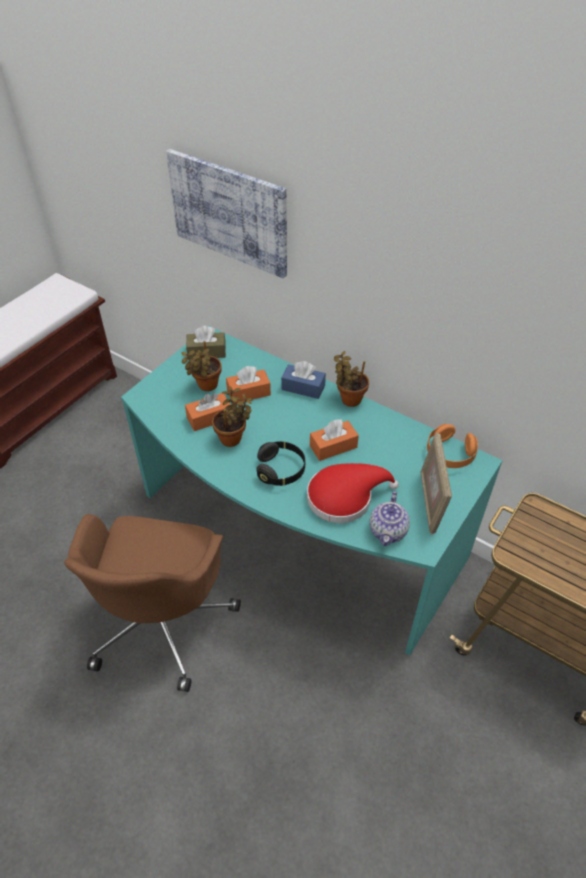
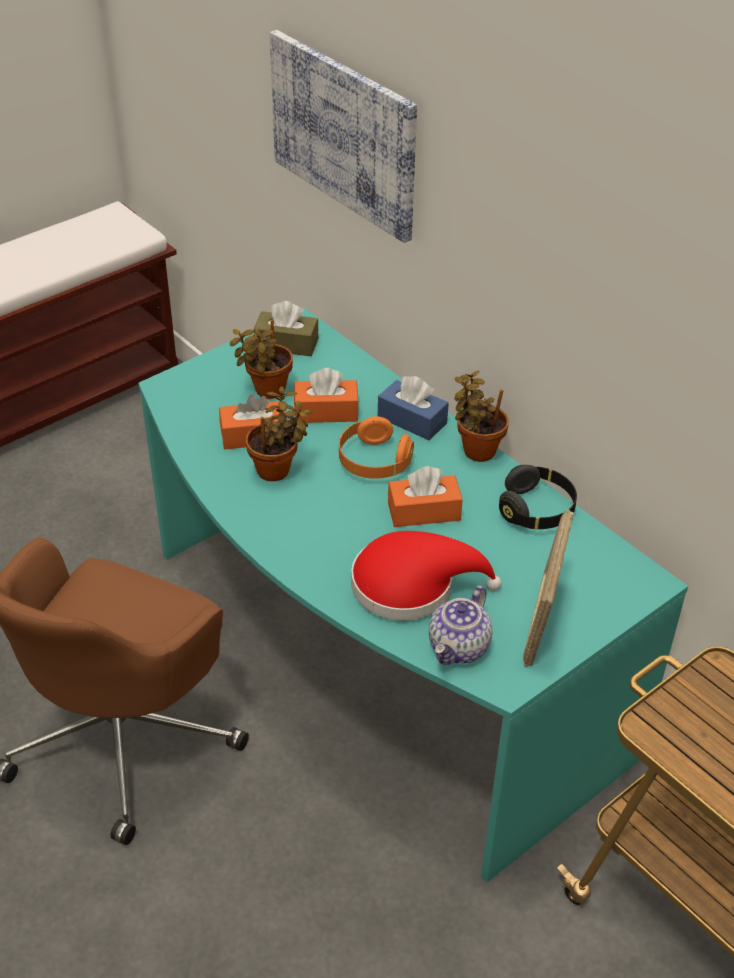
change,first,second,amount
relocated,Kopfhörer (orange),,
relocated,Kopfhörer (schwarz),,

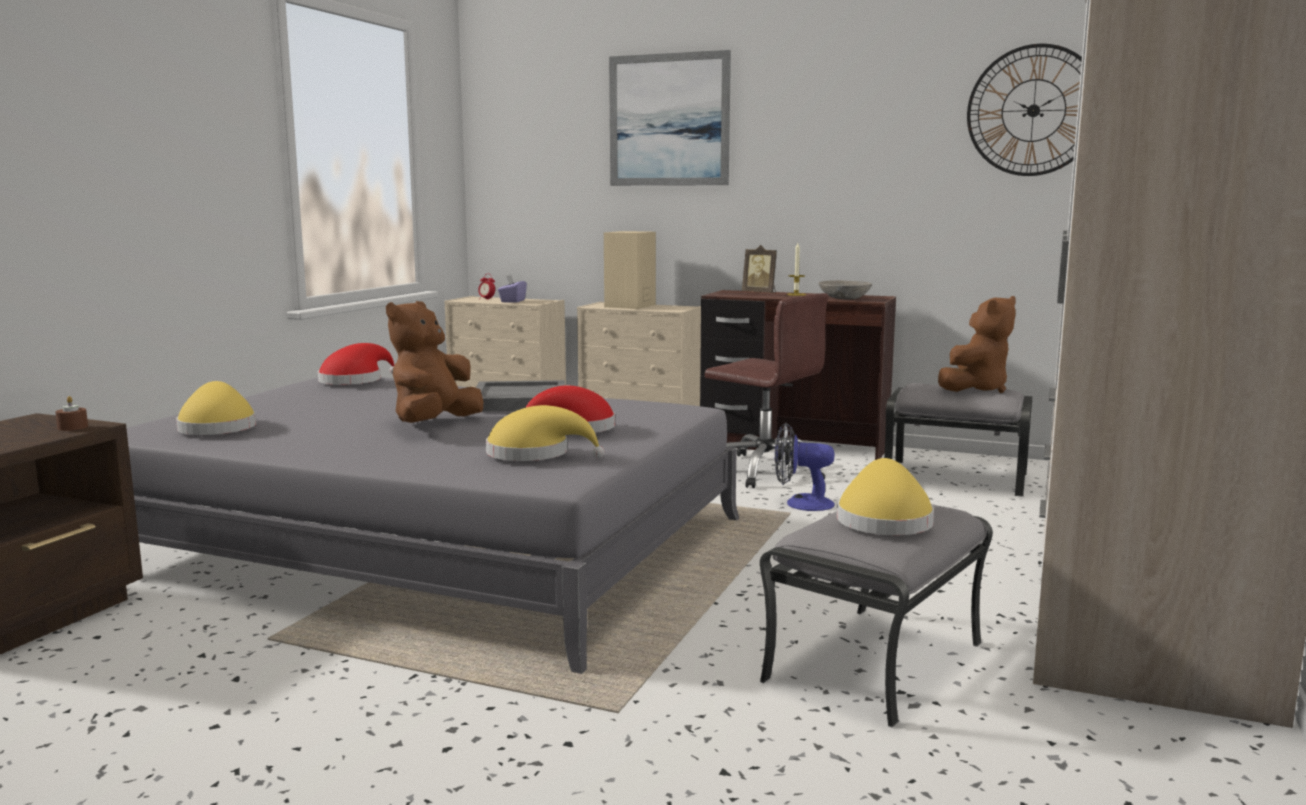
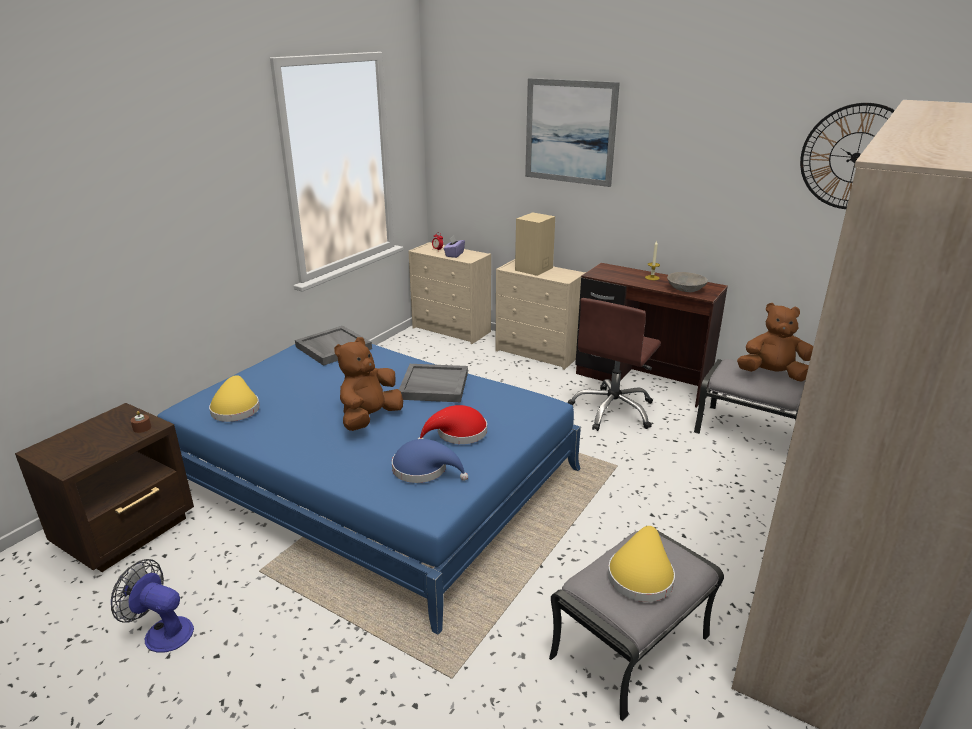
change,first,second,amount
missing,Bilderrahmen,,
spun,Bürostuhl (braun),,75 degrees clockwise
spun,Plüschtier (braun) (no. 2 from left),,135 degrees counterclockwise
exchanged,Hut (rot) (no. 1 from left),Tablett (grau) (no. 1 from left),
colour,Bett (grau),Bett (blau),
colour,Hut (gelb) (no. 2 from left),Hut (blau),
relocated,Ventilator,,

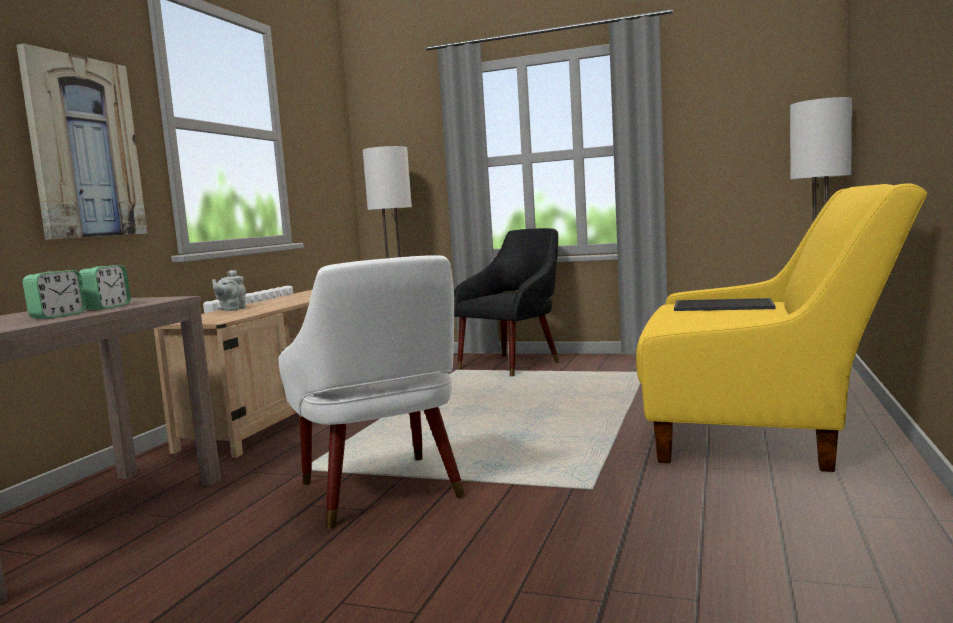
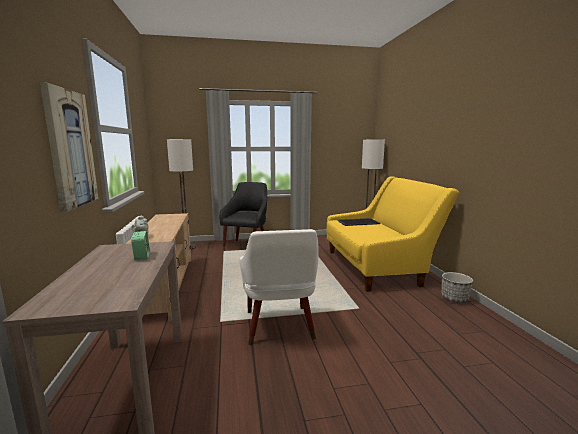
change,first,second,amount
spun,Sessel (weiß),,45 degrees clockwise
missing,Wecker (no. 1 from left),,
appeared,,Pflanzkübel,

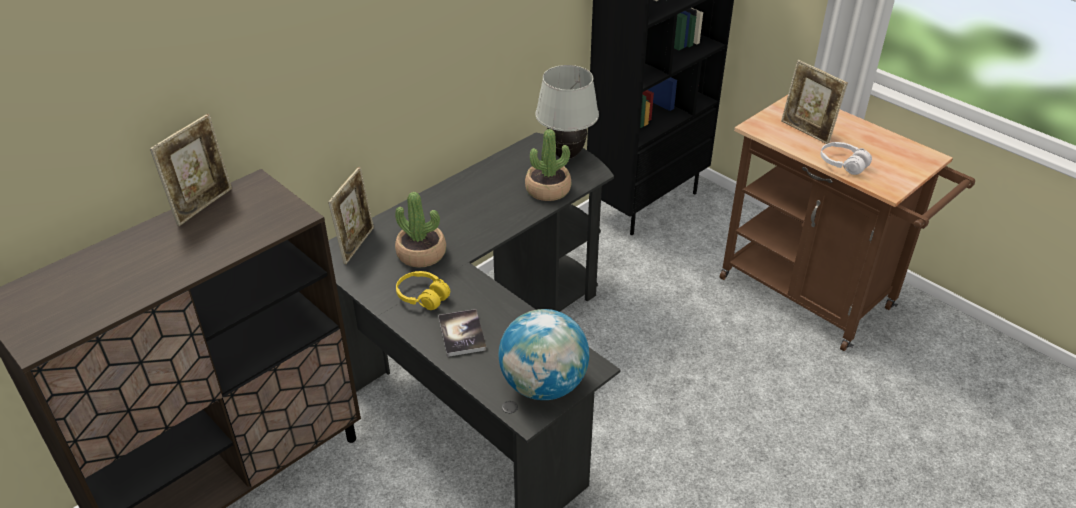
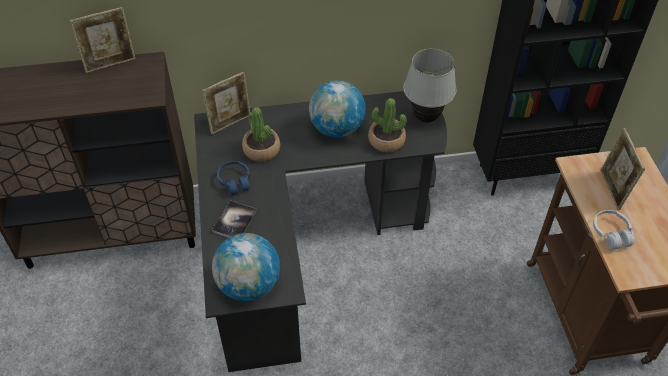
change,first,second,amount
colour,Kopfhörer (gelb),Kopfhörer (blau),
appeared,,Globus (no. 2 from left),

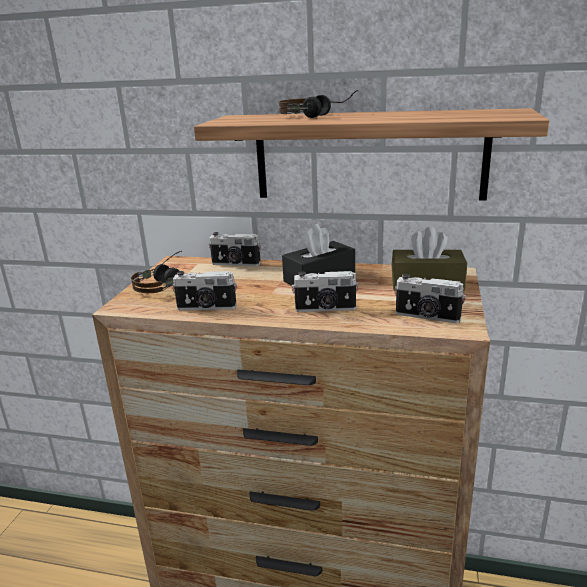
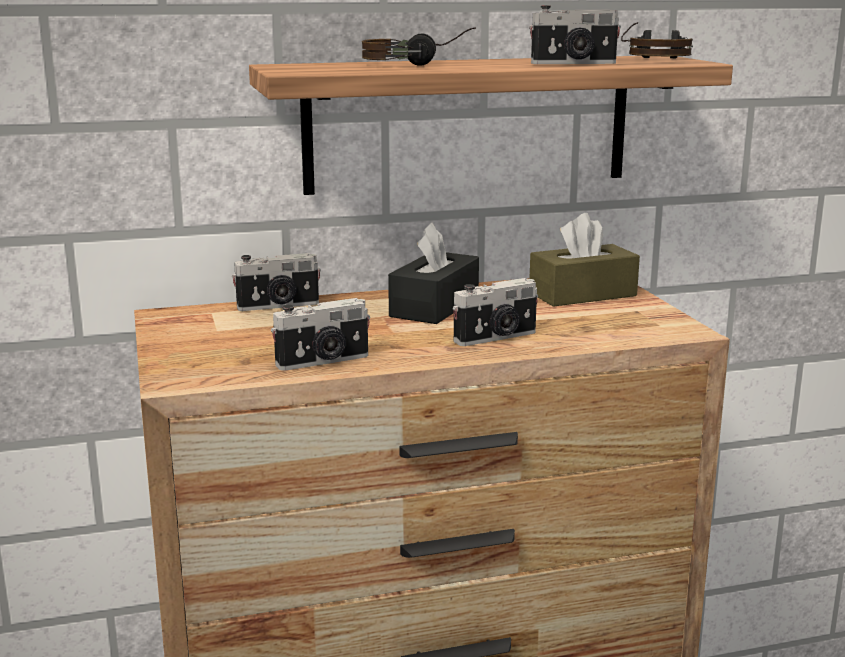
change,first,second,amount
relocated,Kopfhörer (no. 1 from left in the first image),Kopfhörer (no. 2 from left),
relocated,Kamera (no. 4 from left),,

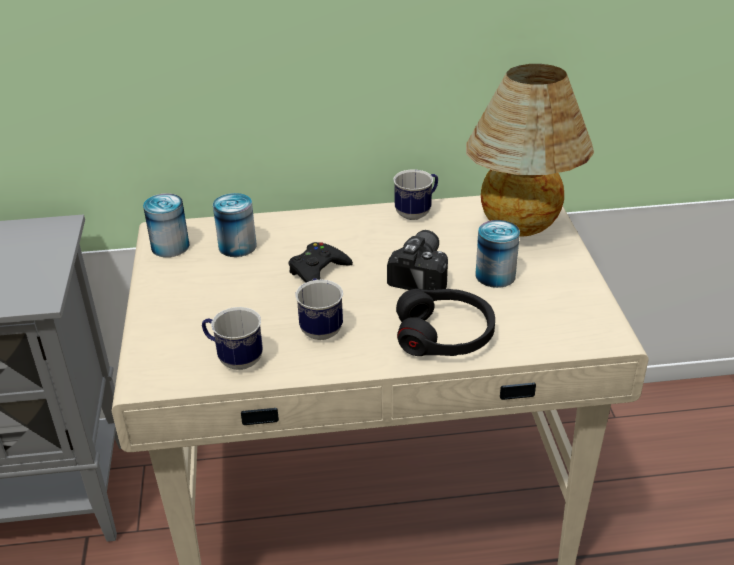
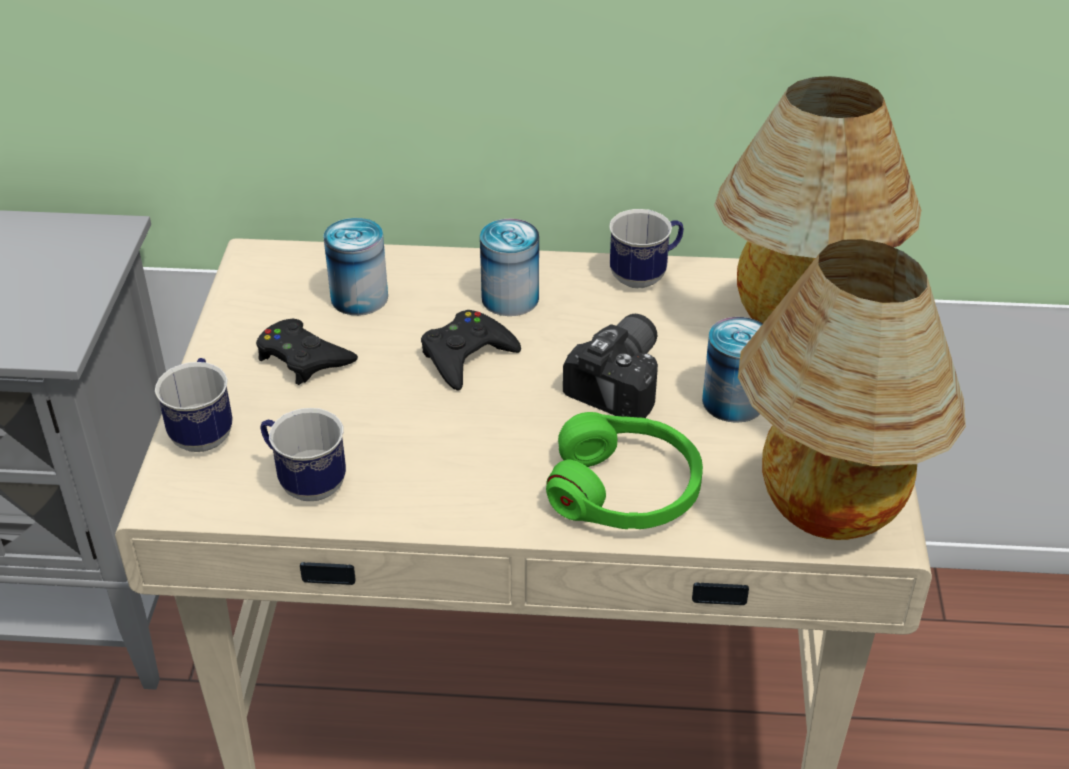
change,first,second,amount
relocated,Dose (no. 1 from left in the first image),Dose (no. 2 from left),
relocated,Henkelbecher (no. 2 from left in the first image),Henkelbecher (no. 1 from left),
colour,Kopfhörer (schwarz),Kopfhörer (grün),
appeared,,Tischlampe (no. 2 from left),
appeared,,Gamepad (schwarz) (no. 1 from left),

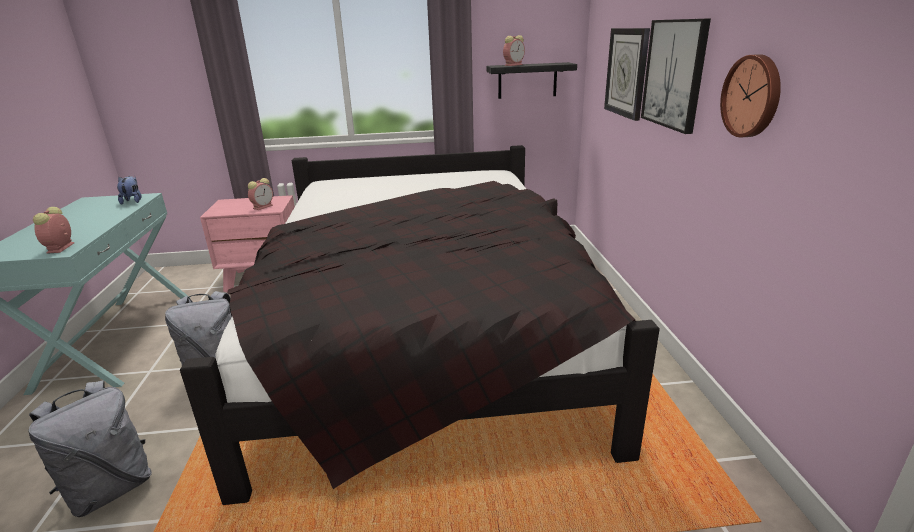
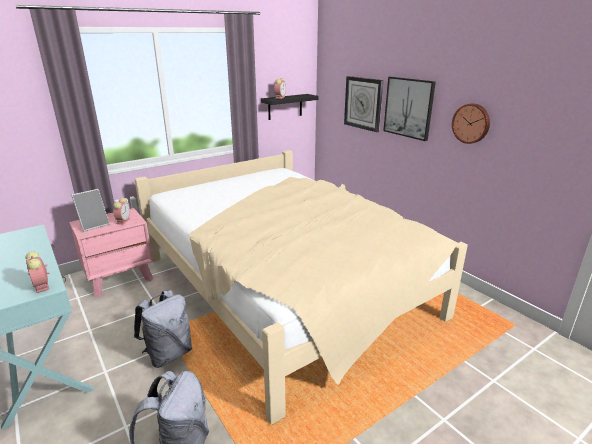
change,first,second,amount
colour,Bett (schwarz),Bett (beige),
missing,Plüschtier,,
appeared,,Bilderrahmen,

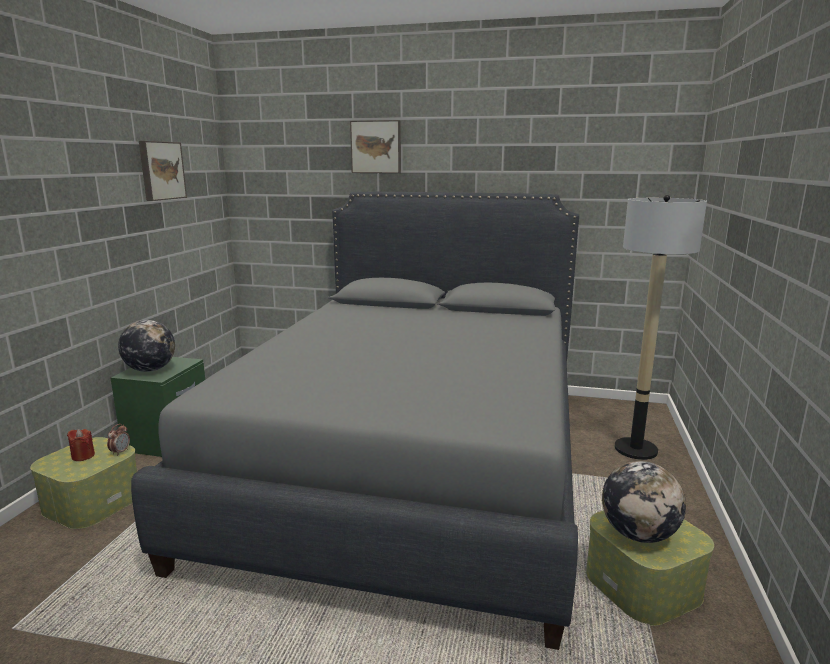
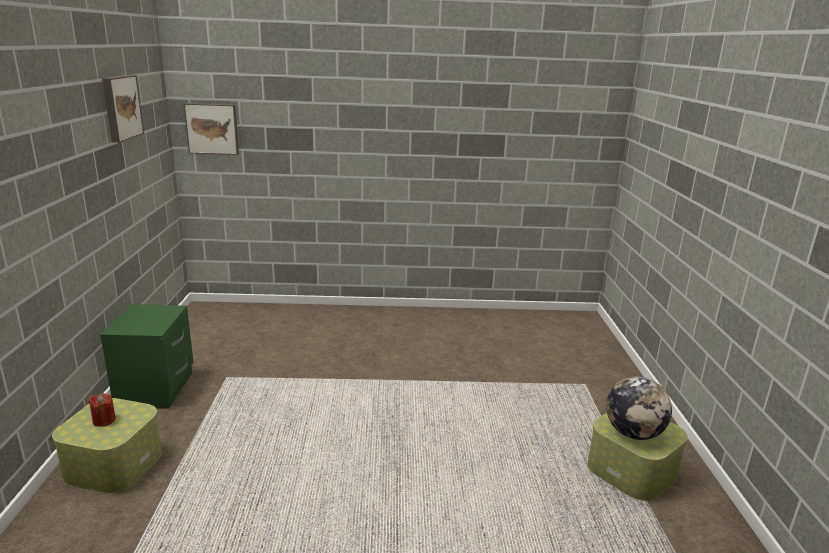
change,first,second,amount
relocated,Bild (no. 2 from left),,
missing,Bett (grau),,
missing,Stehlampe,,
missing,Globus (no. 1 from left),,
missing,Wecker,,

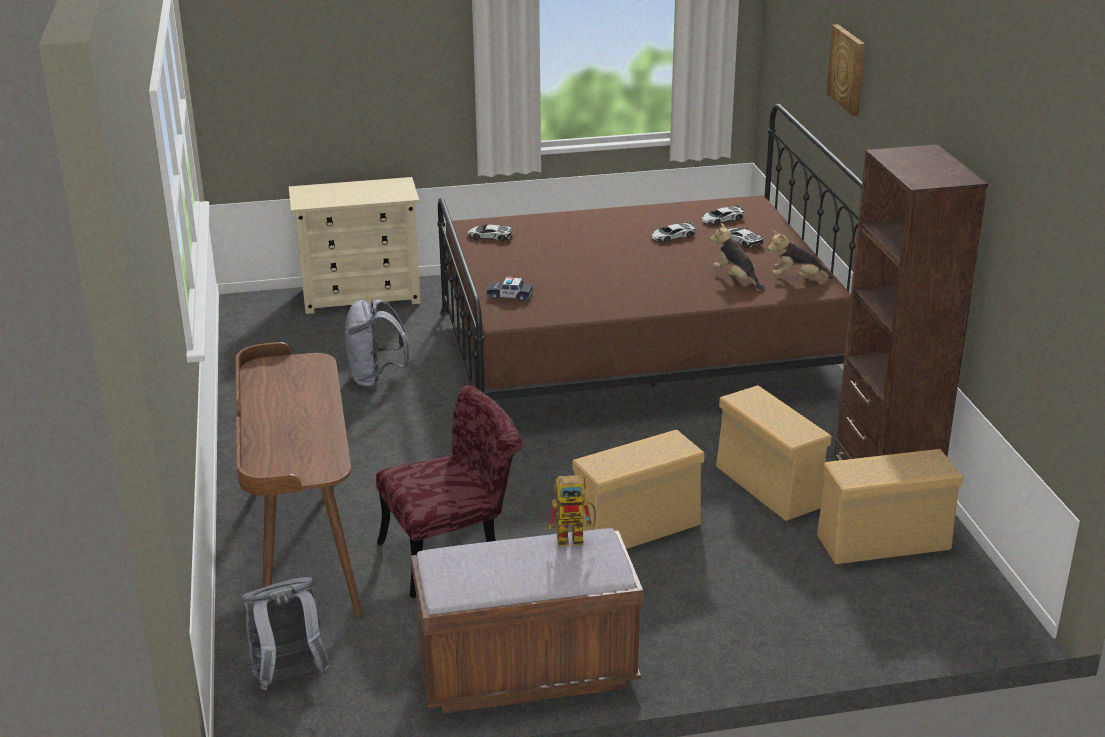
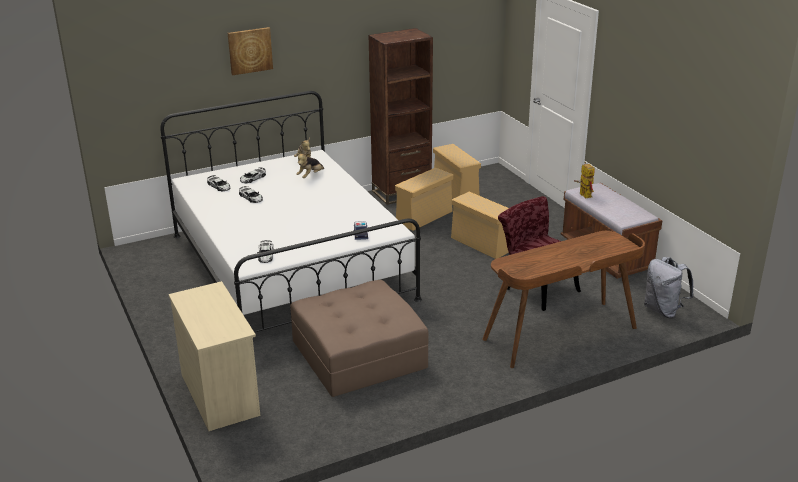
change,first,second,amount
colour,Bett (braun),Bett (weiß),
exchanged,Rucksack (grau) (no. 2 from left),Polsterhocker (braun),

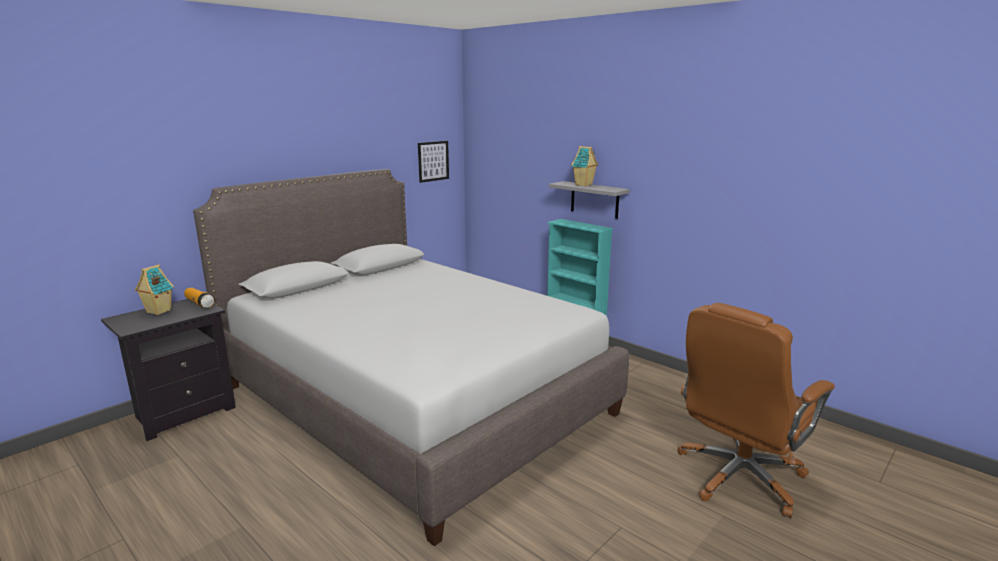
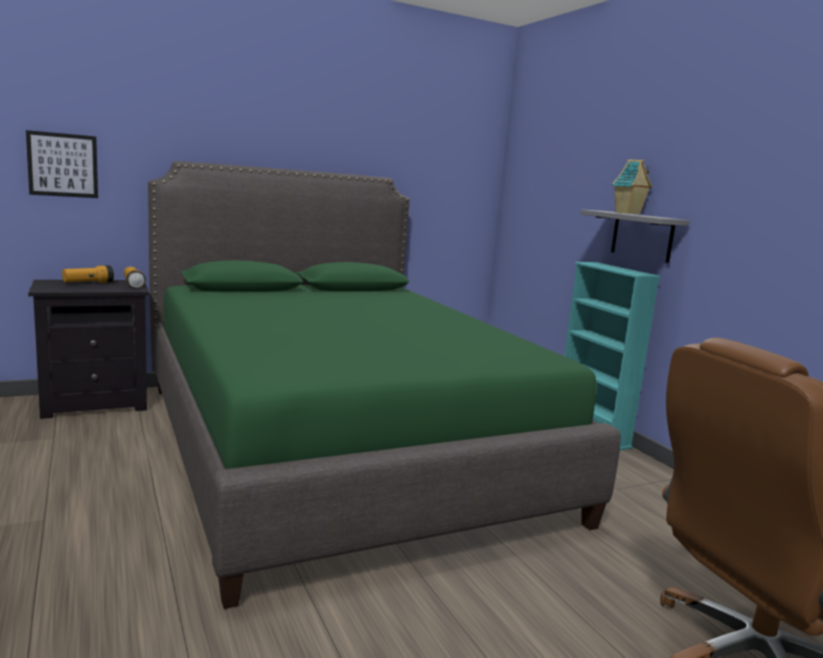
change,first,second,amount
relocated,Bild,,
colour,Bett (grau),Bett (grün),
exchanged,Spielzeughaus (no. 1 from left),Taschenlampe (no. 1 from left),

